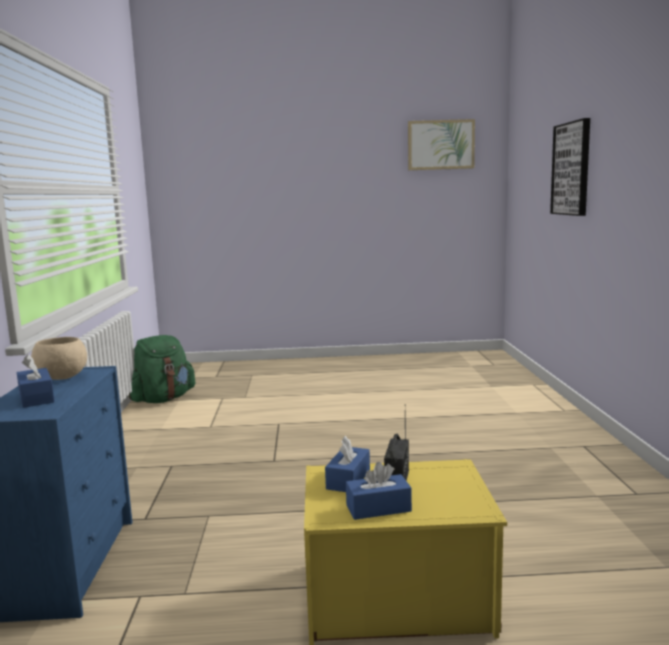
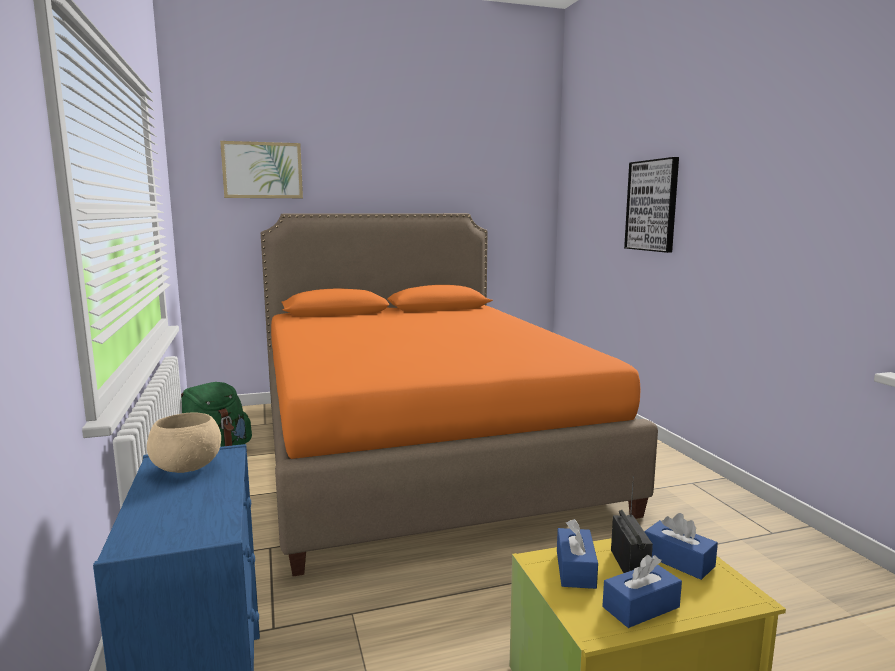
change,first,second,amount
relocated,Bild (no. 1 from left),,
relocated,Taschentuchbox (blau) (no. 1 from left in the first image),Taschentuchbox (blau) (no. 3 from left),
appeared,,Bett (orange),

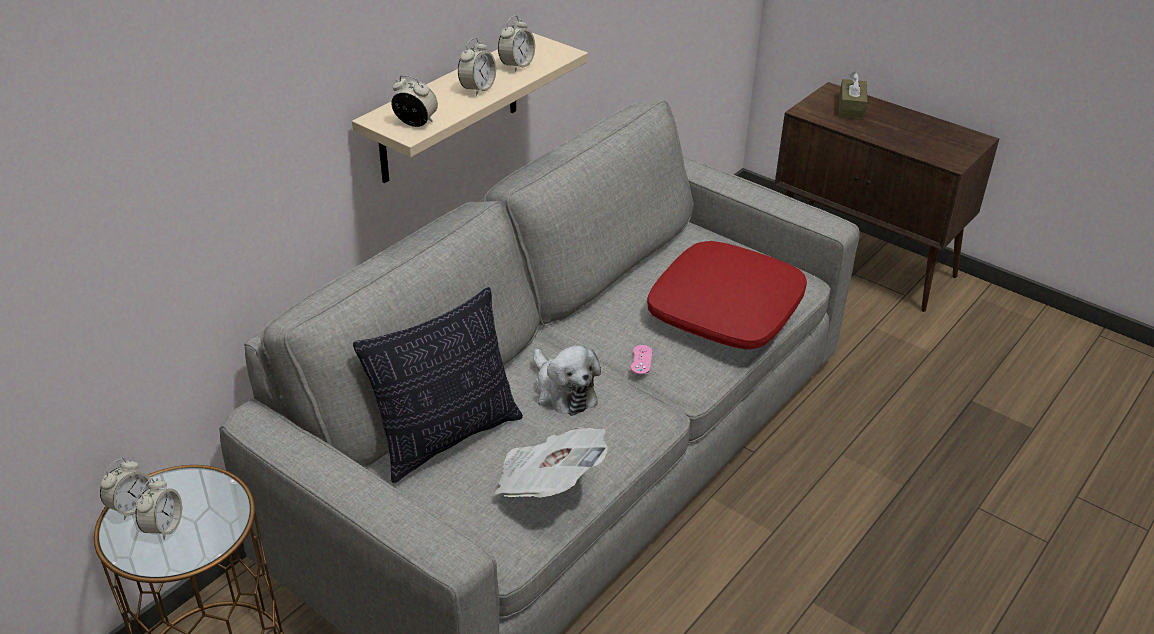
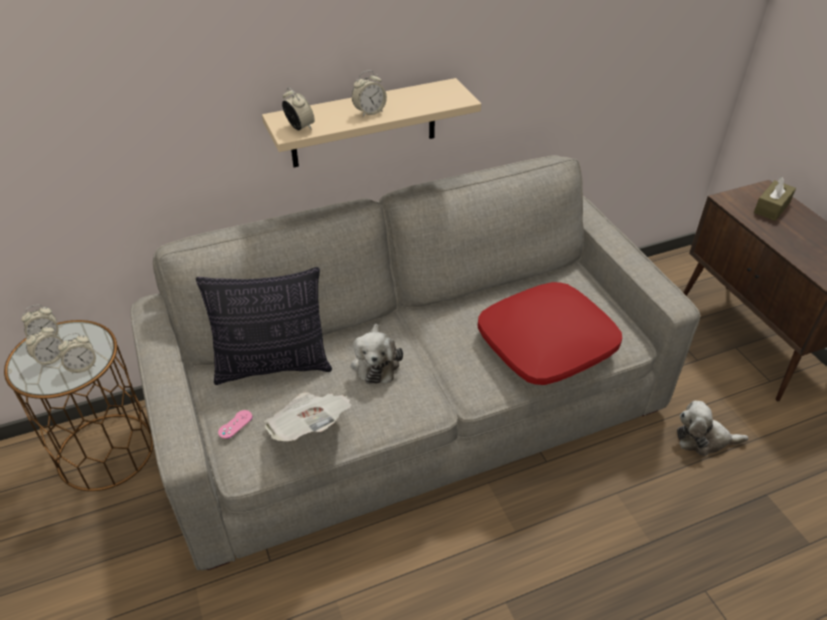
change,first,second,amount
relocated,Wecker (no. 5 from left in the first image),Wecker (no. 3 from left),
relocated,Gamepad (rosa),,
appeared,,Plüschtier (no. 2 from left),

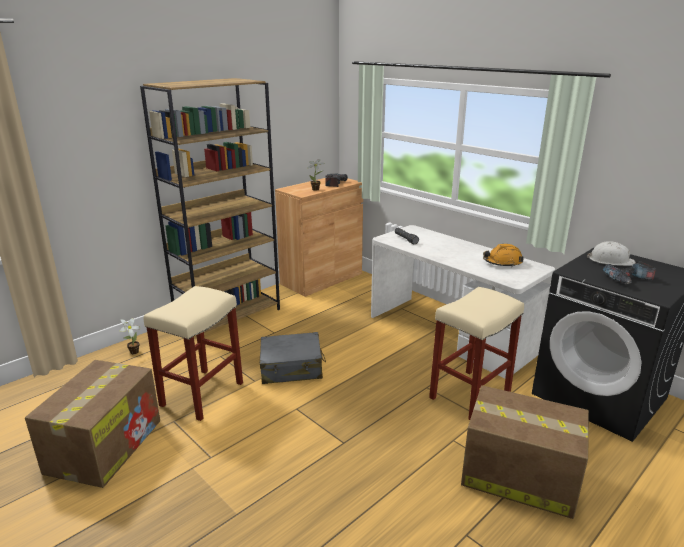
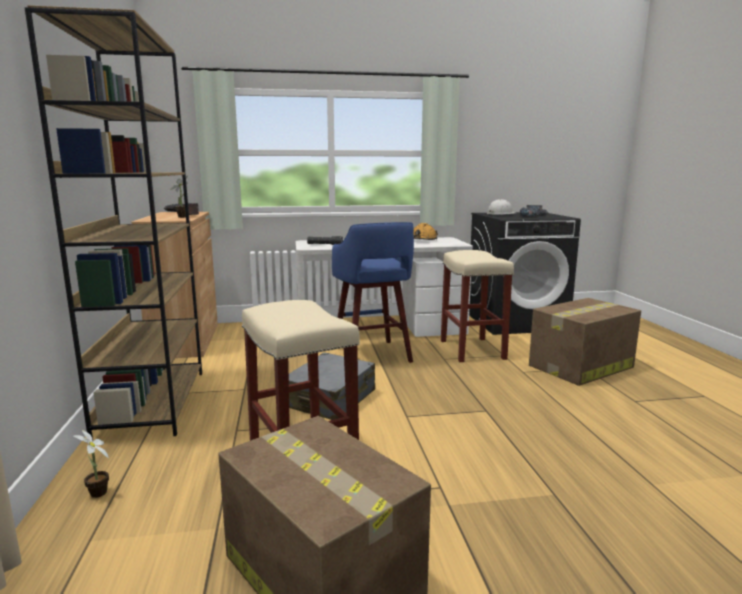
change,first,second,amount
appeared,,Hocker (blau),

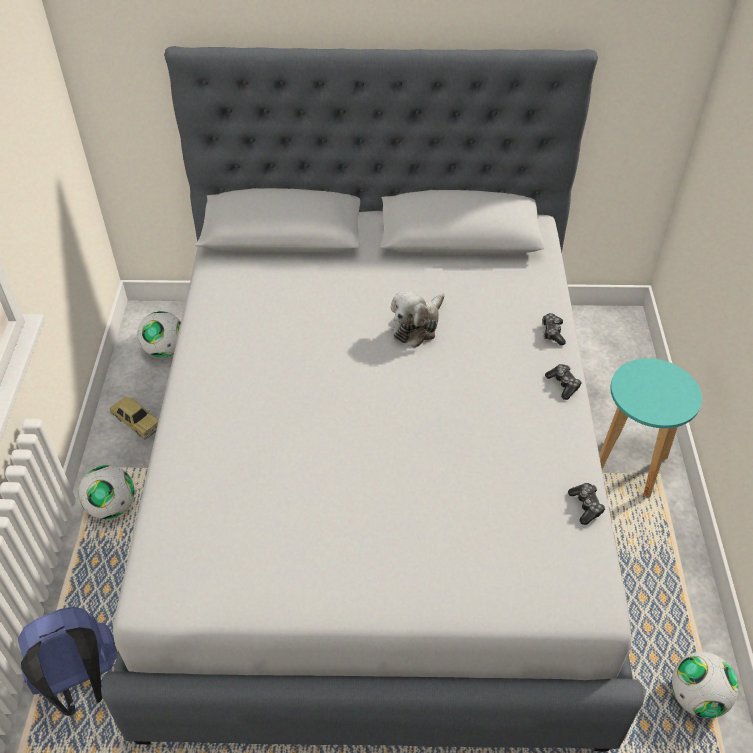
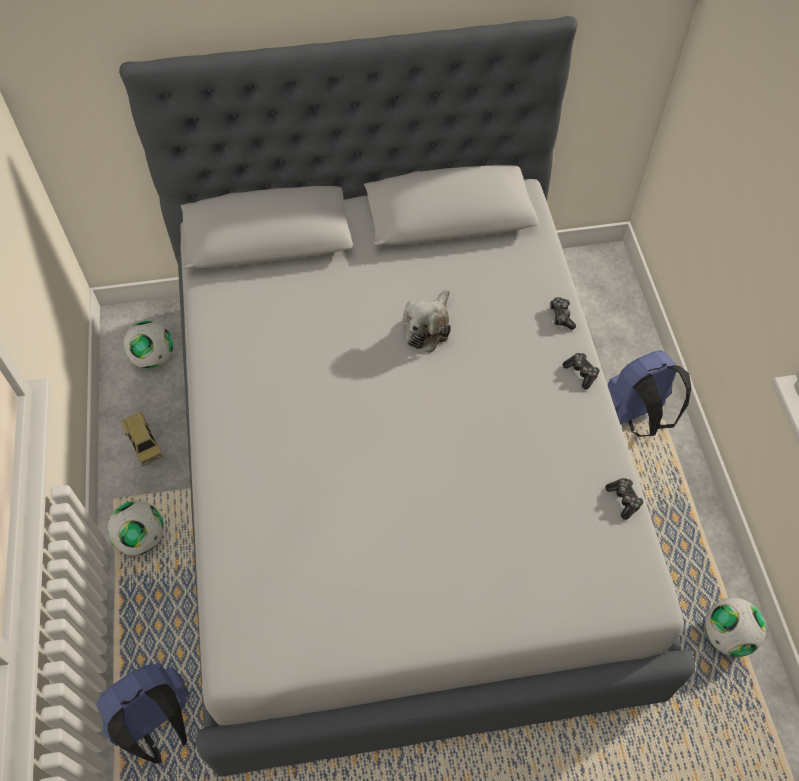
change,first,second,amount
exchanged,Hocker (türkis),Rucksack (blau) (no. 2 from left),
spun,Spielzeugauto,,150 degrees counterclockwise

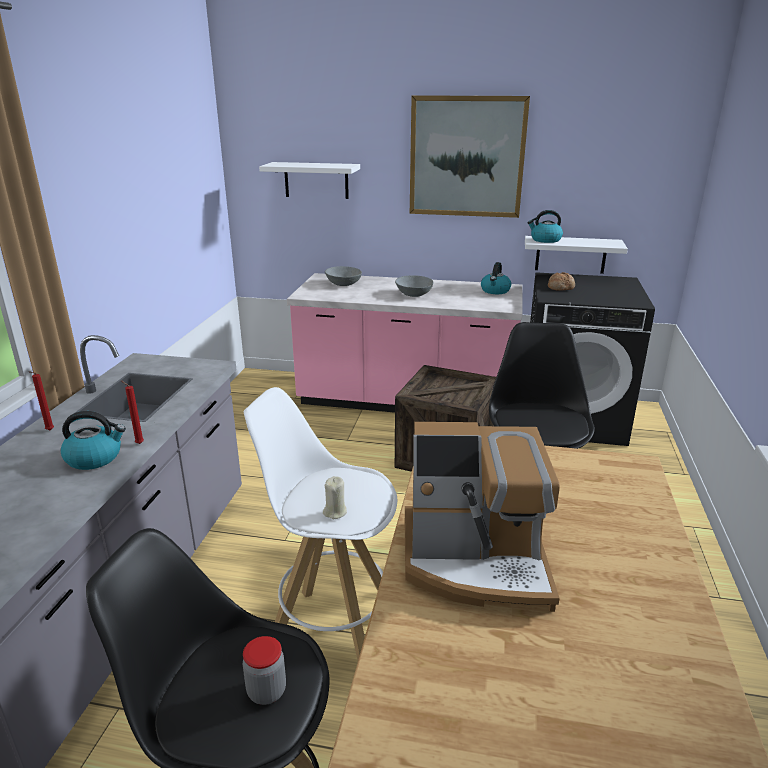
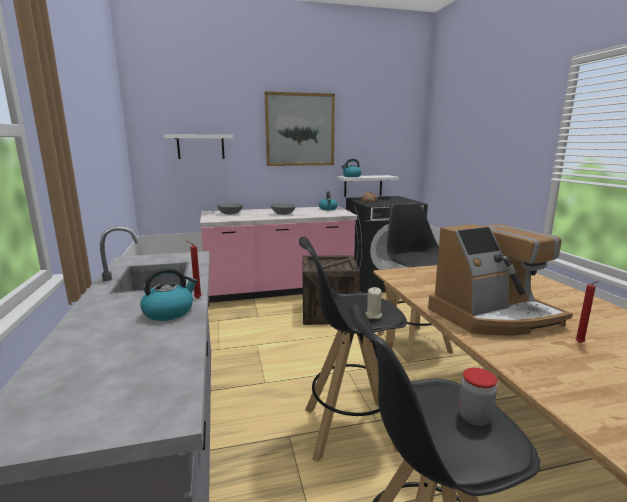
change,first,second,amount
relocated,Kerze (rot) (no. 1 from left in the first image),Kerze (rot) (no. 2 from left),
colour,Hocker (weiß),Hocker (schwarz) (no. 1 from left),

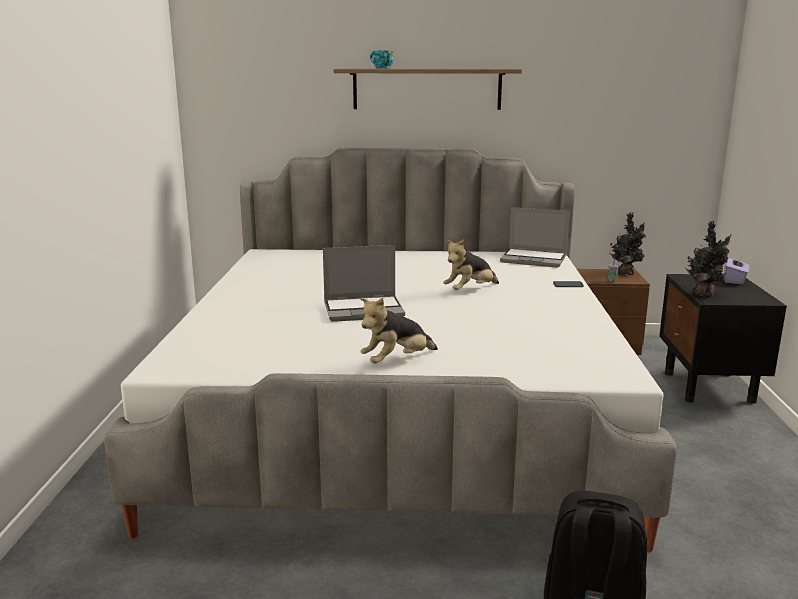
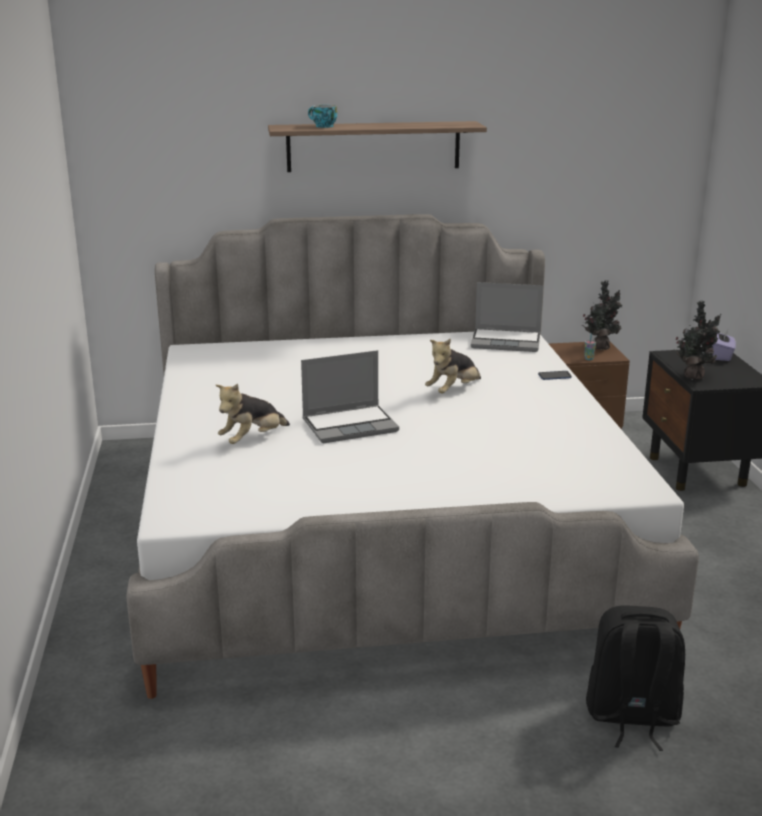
change,first,second,amount
relocated,Plüschtier (no. 1 from left),,

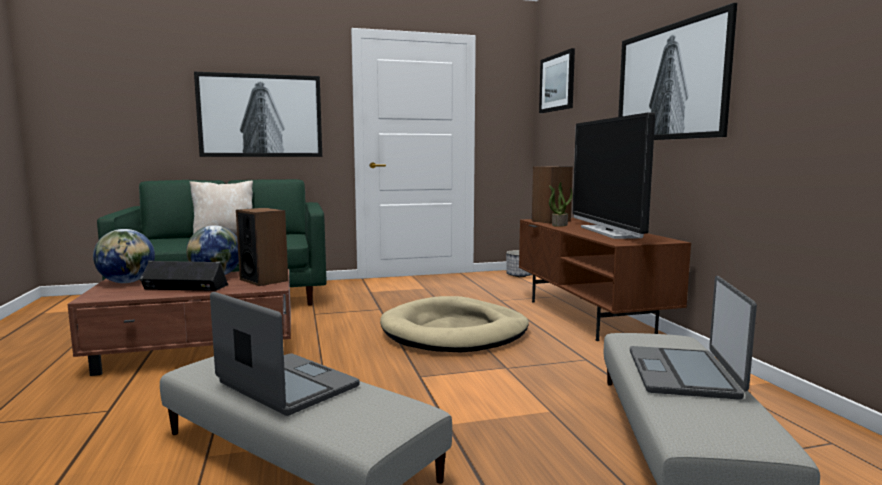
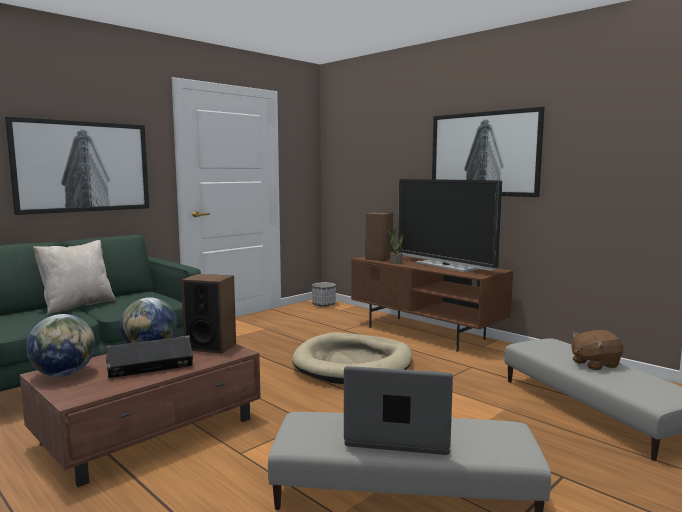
change,first,second,amount
missing,Bild (no. 2 from left),,
exchanged,Laptop (no. 2 from left),Plüschtier (braun),

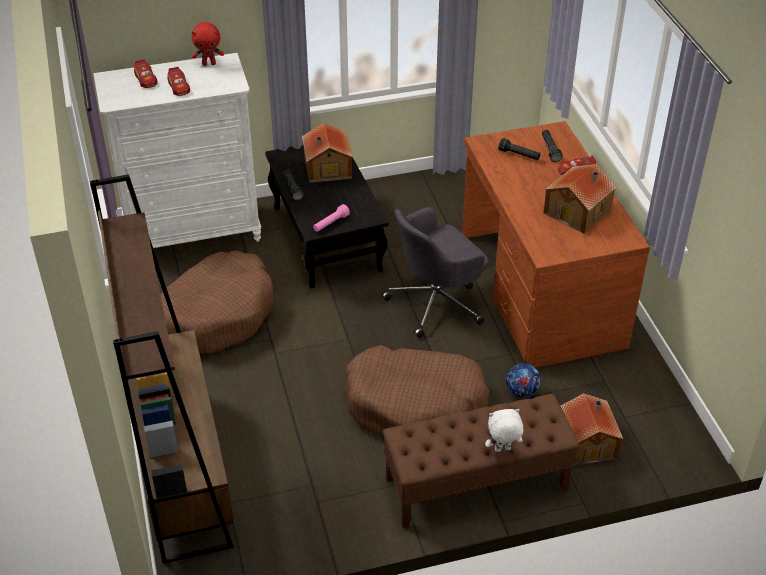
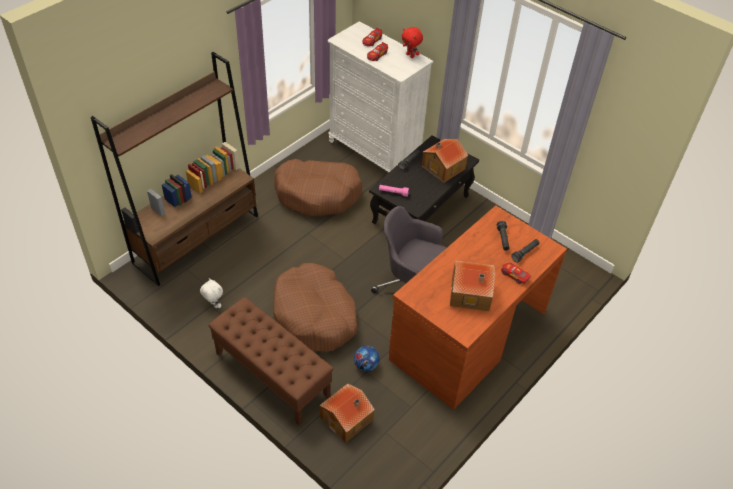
change,first,second,amount
relocated,Plüschtier (weiß),,

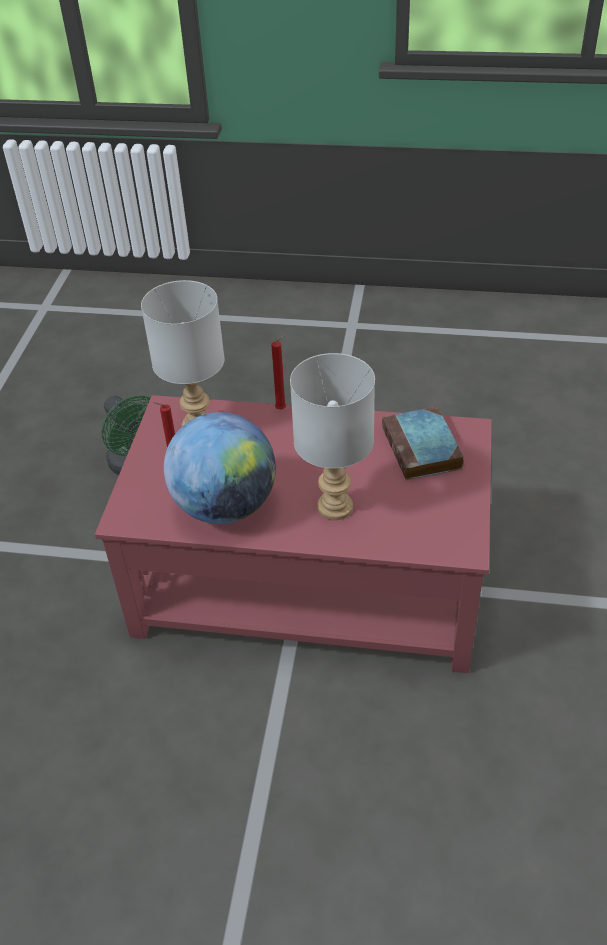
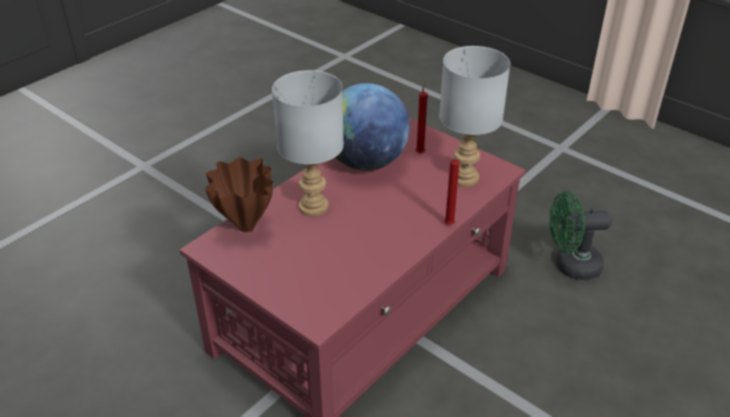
change,first,second,amount
missing,Buch,,
appeared,,Vase (braun),

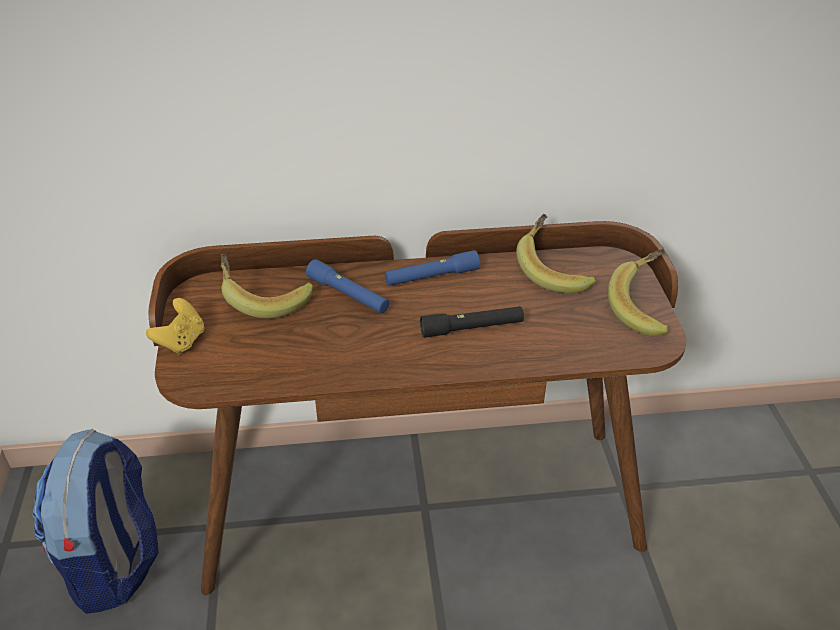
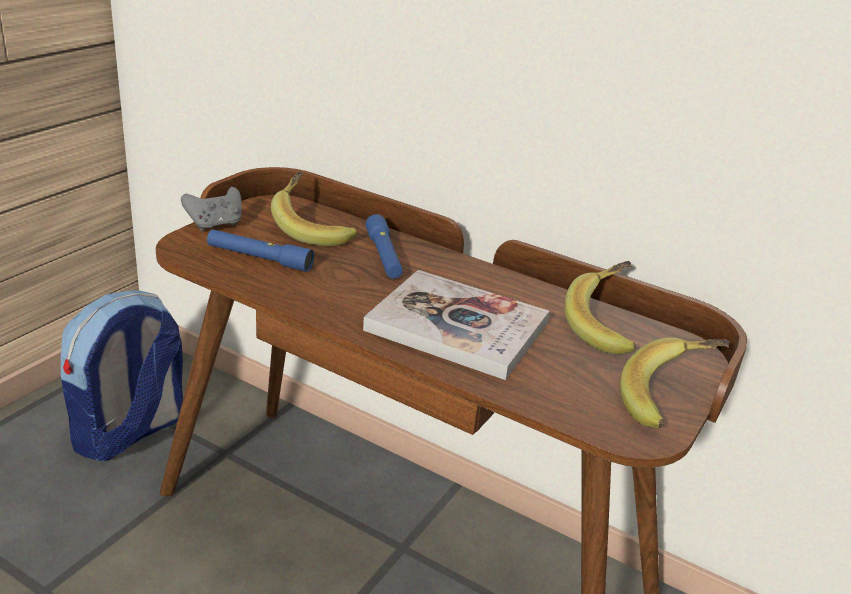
change,first,second,amount
relocated,Taschenlampe (blau) (no. 2 from left in the first image),Taschenlampe (blau) (no. 1 from left),
colour,Gamepad (gelb),Gamepad (grau),
exchanged,Taschenlampe (schwarz),Buch,

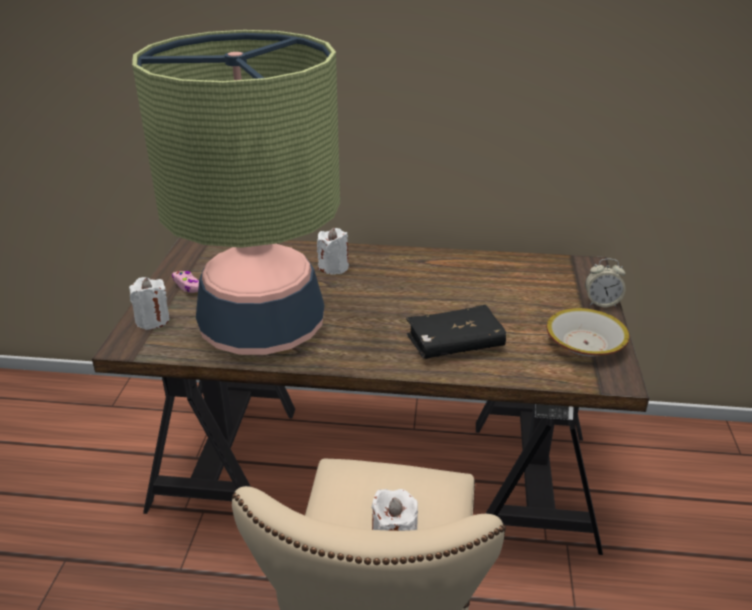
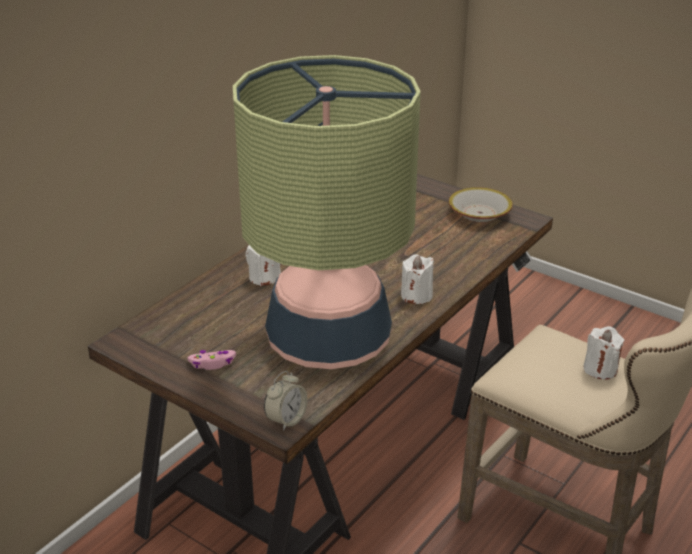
change,first,second,amount
relocated,Wecker,,
relocated,Kerze (weiß) (no. 1 from left in the first image),Kerze (weiß) (no. 2 from left),
missing,Buch (schwarz),,

